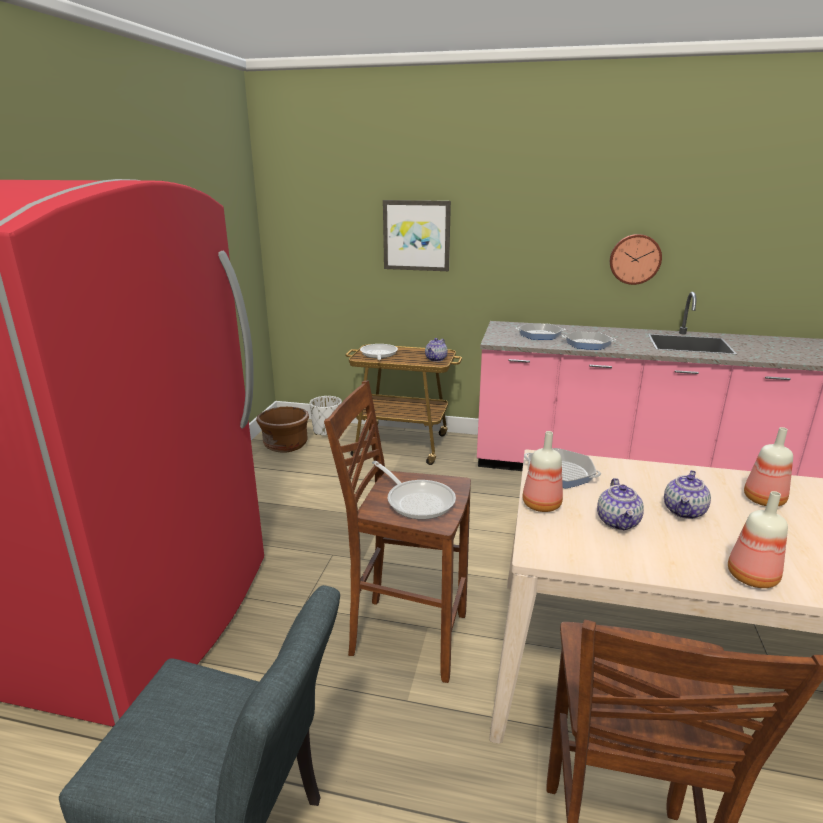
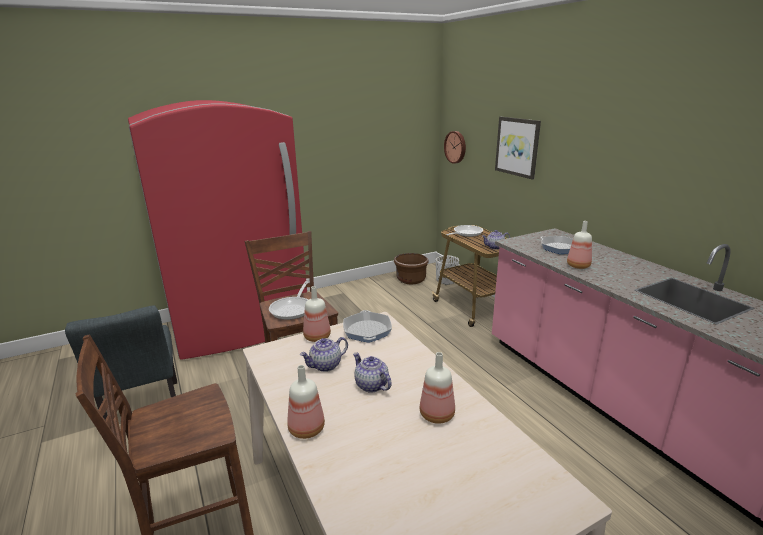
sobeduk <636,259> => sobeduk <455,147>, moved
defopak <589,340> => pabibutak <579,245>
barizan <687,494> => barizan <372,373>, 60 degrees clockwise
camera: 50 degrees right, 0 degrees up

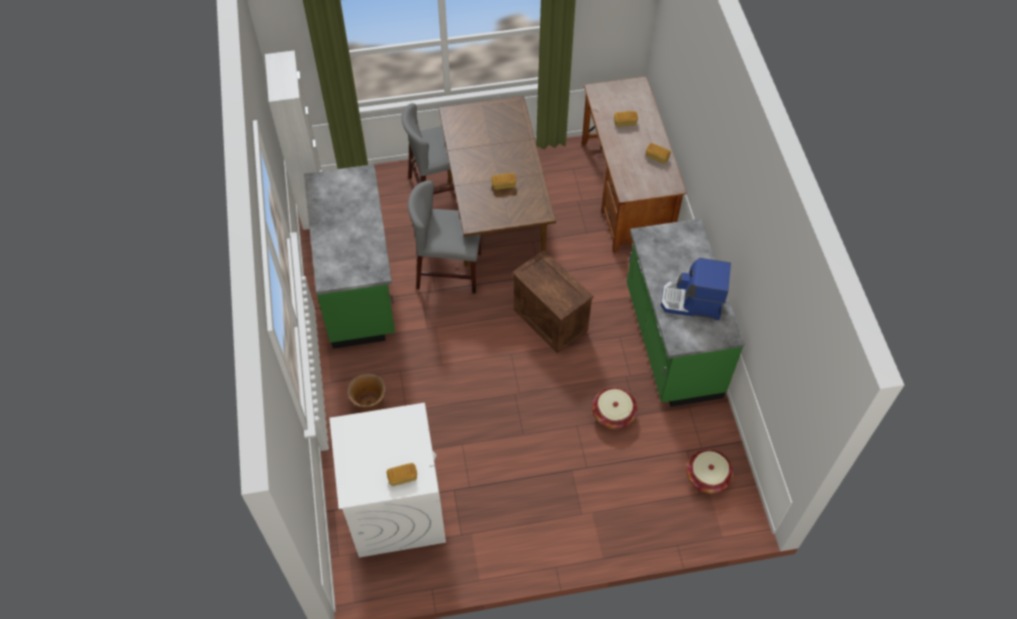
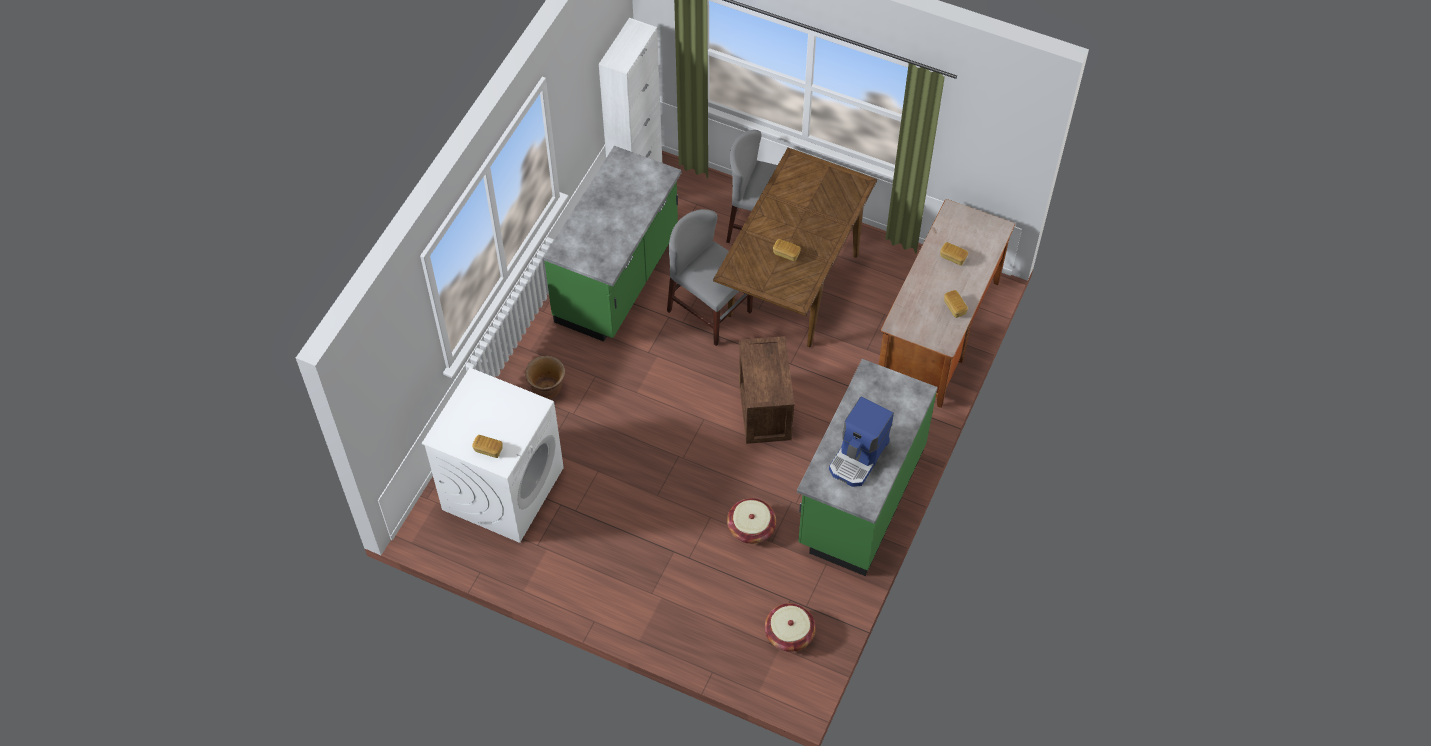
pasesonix <696,289> => pasesonix <861,442>, 105 degrees counterclockwise
camera: 35 degrees right, 0 degrees up

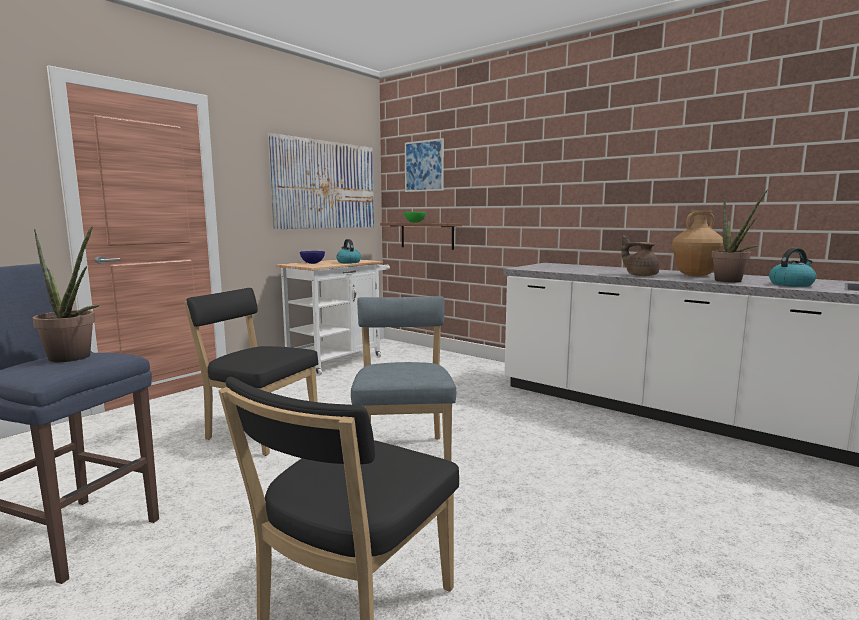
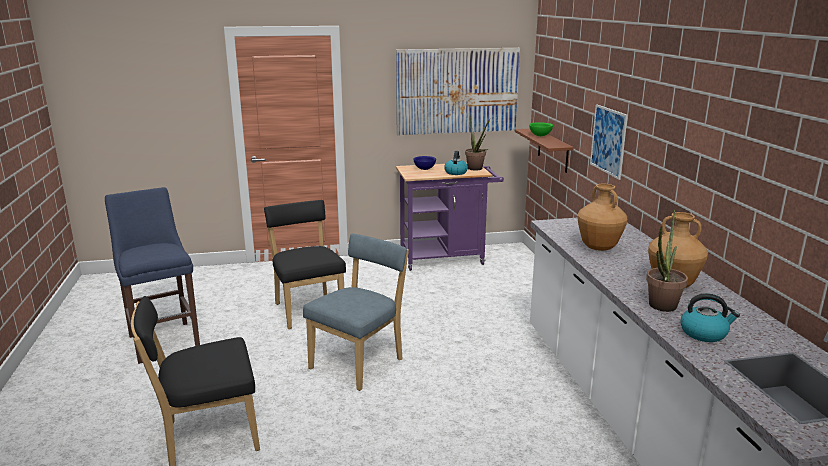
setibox <424,165> => setibox <609,142>, moved
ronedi <67,294> => ronedi <477,143>, moved
brown barizan <640,255> => nothing
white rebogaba <333,317> => purple rebogaba <450,217>
nothing => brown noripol <602,217>
camera: 40 degrees right, 10 degrees up

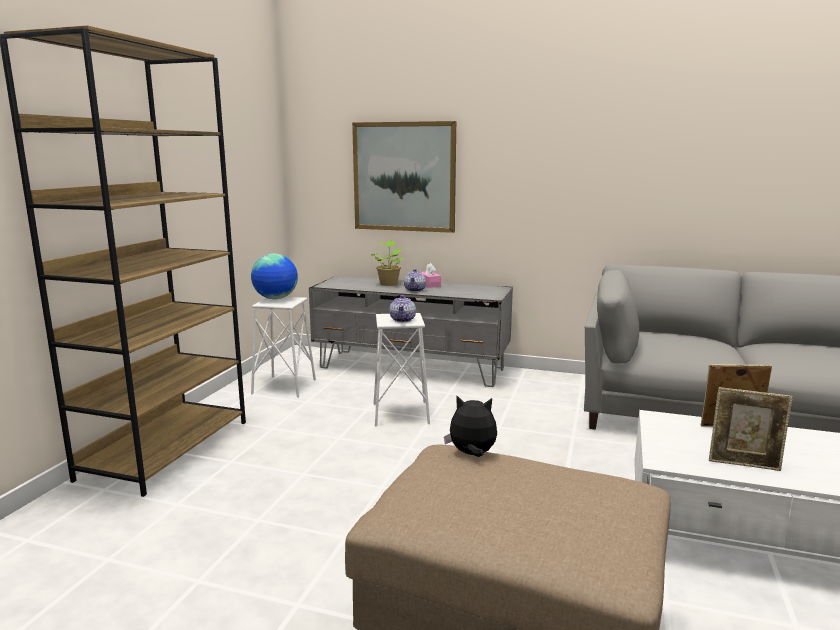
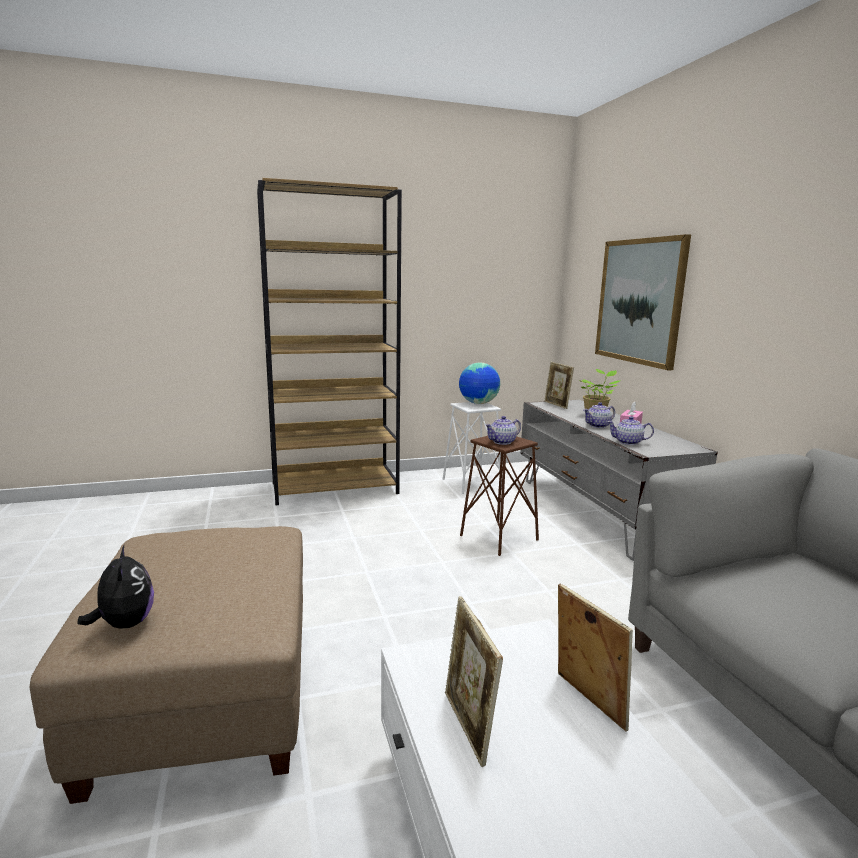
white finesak <402,369> => brown finesak <499,496>
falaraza <470,426> => falaraza <116,587>, moved
nothing => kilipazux <559,385>
nothing => barizan <630,430>
camera: 55 degrees right, 0 degrees up

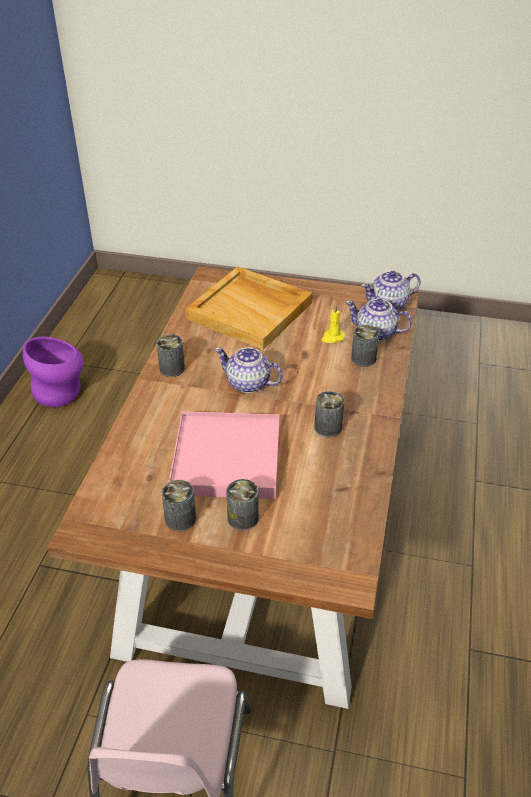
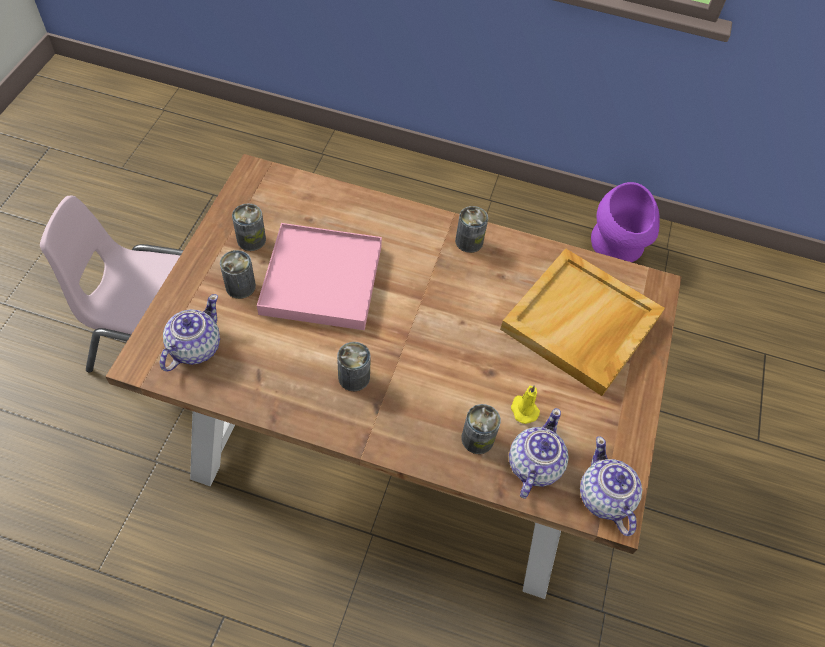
barizan <248,370> => barizan <190,333>, moved
camera: 90 degrees right, 15 degrees up

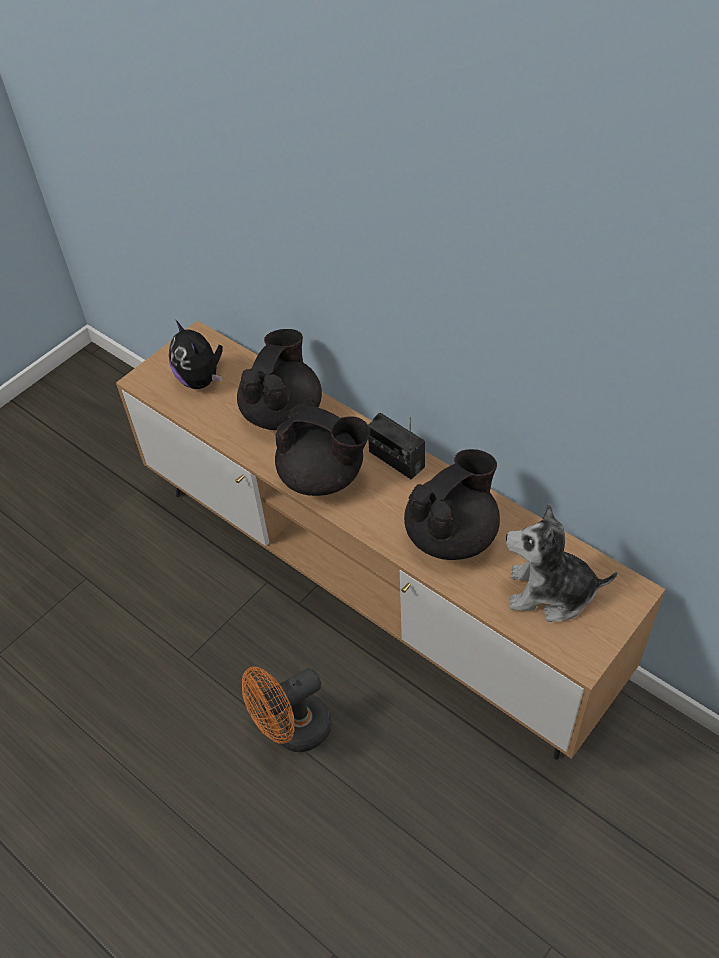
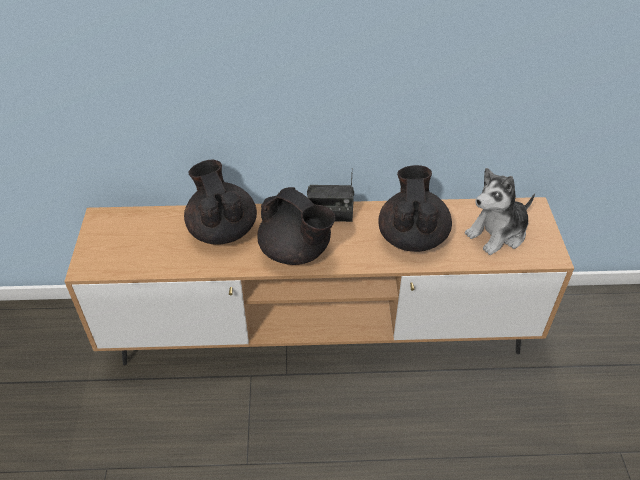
falaraza <196,354> => nothing
black barizan <322,449> => black barizan <296,226>, 60 degrees clockwise
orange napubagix <287,709> => nothing
camera: 45 degrees left, 5 degrees down

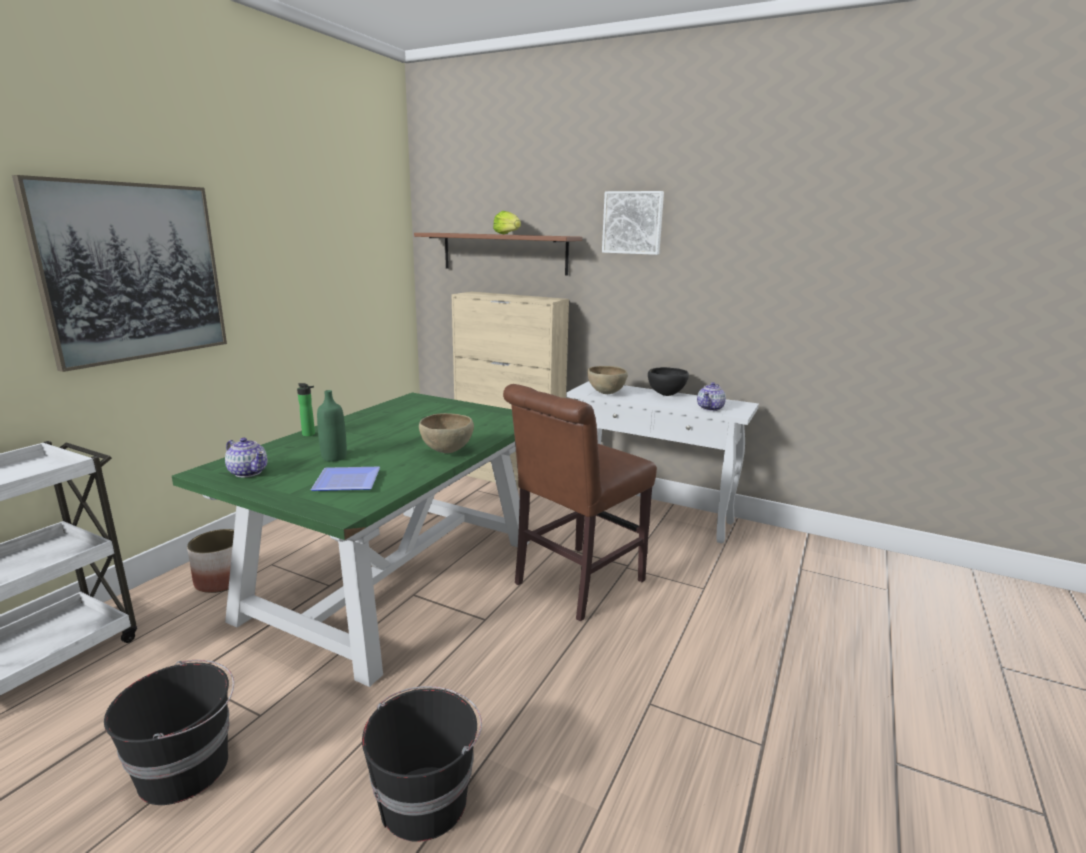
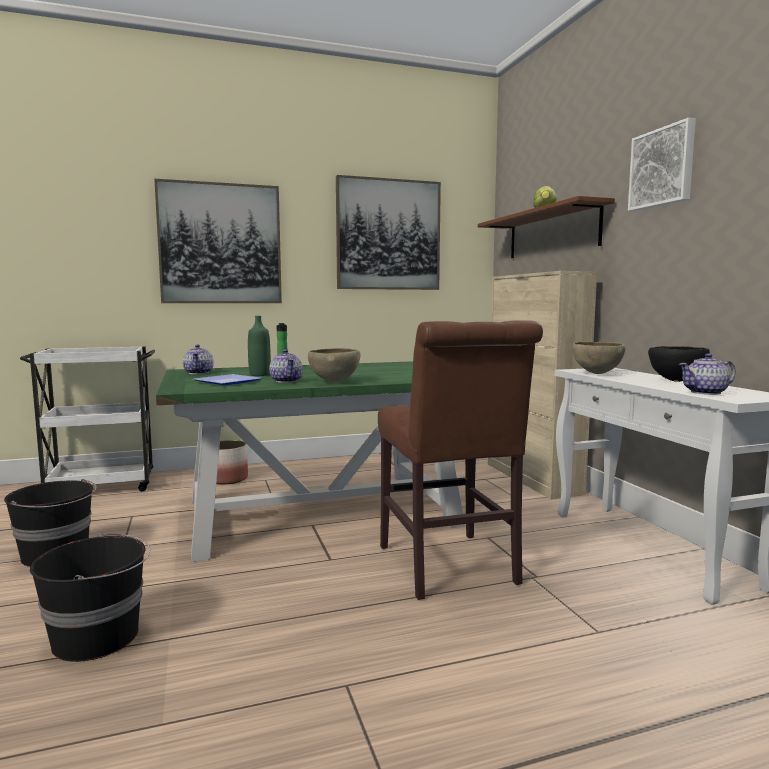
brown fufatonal <580,503> => brown fufatonal <460,460>, 105 degrees counterclockwise
nothing => setibox <388,232>
nothing => barizan <286,366>
camera: 45 degrees right, 10 degrees down

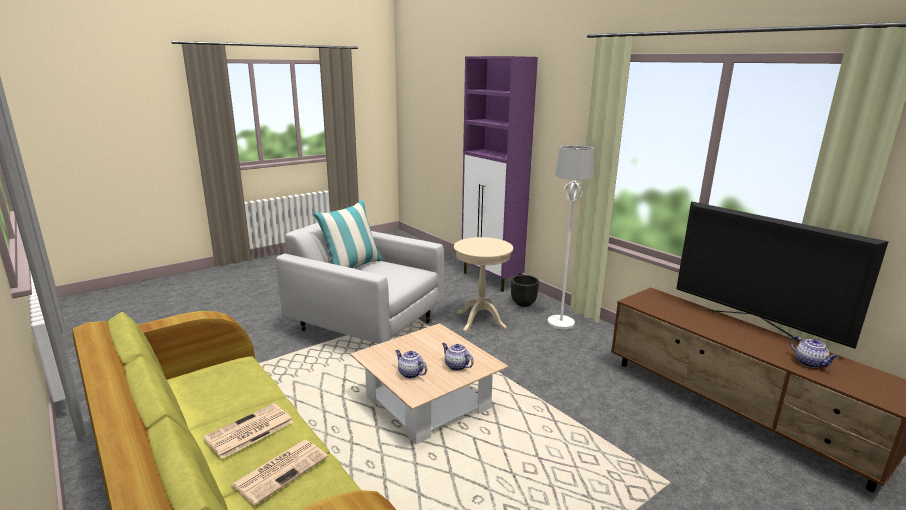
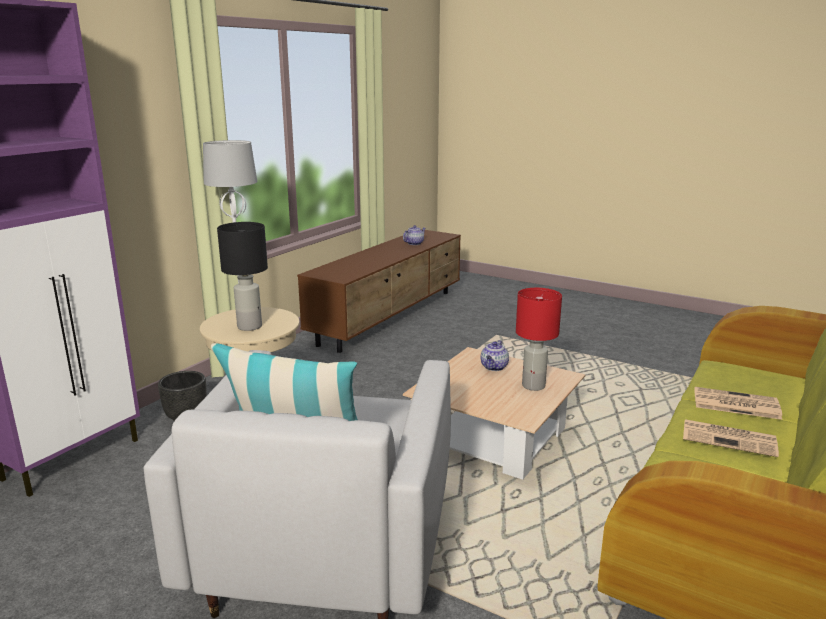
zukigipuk <782,275> => nothing
barizan <411,364> => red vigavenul <539,339>
nothing => black vigavenul <242,276>
camera: 110 degrees left, 0 degrees up

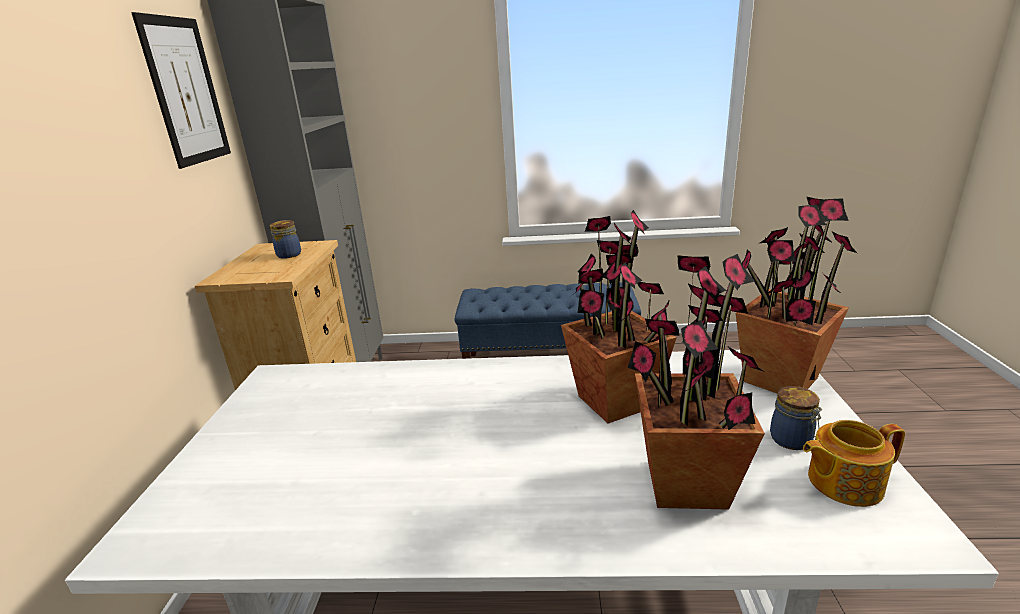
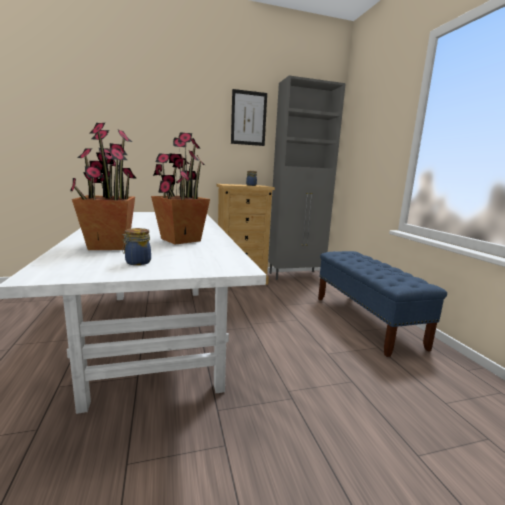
ronedi <796,295> => nothing
barizan <854,463> => nothing
camera: 70 degrees right, 10 degrees down

